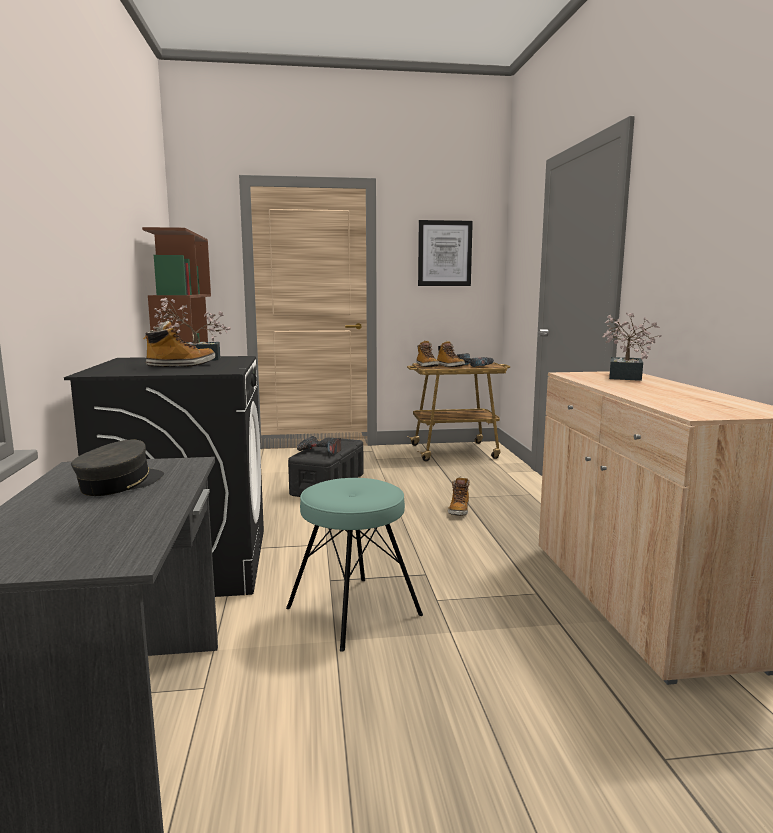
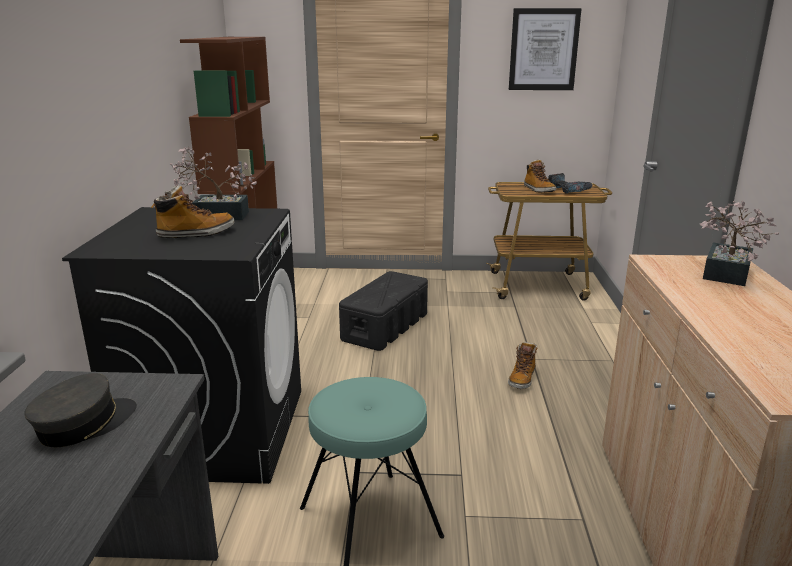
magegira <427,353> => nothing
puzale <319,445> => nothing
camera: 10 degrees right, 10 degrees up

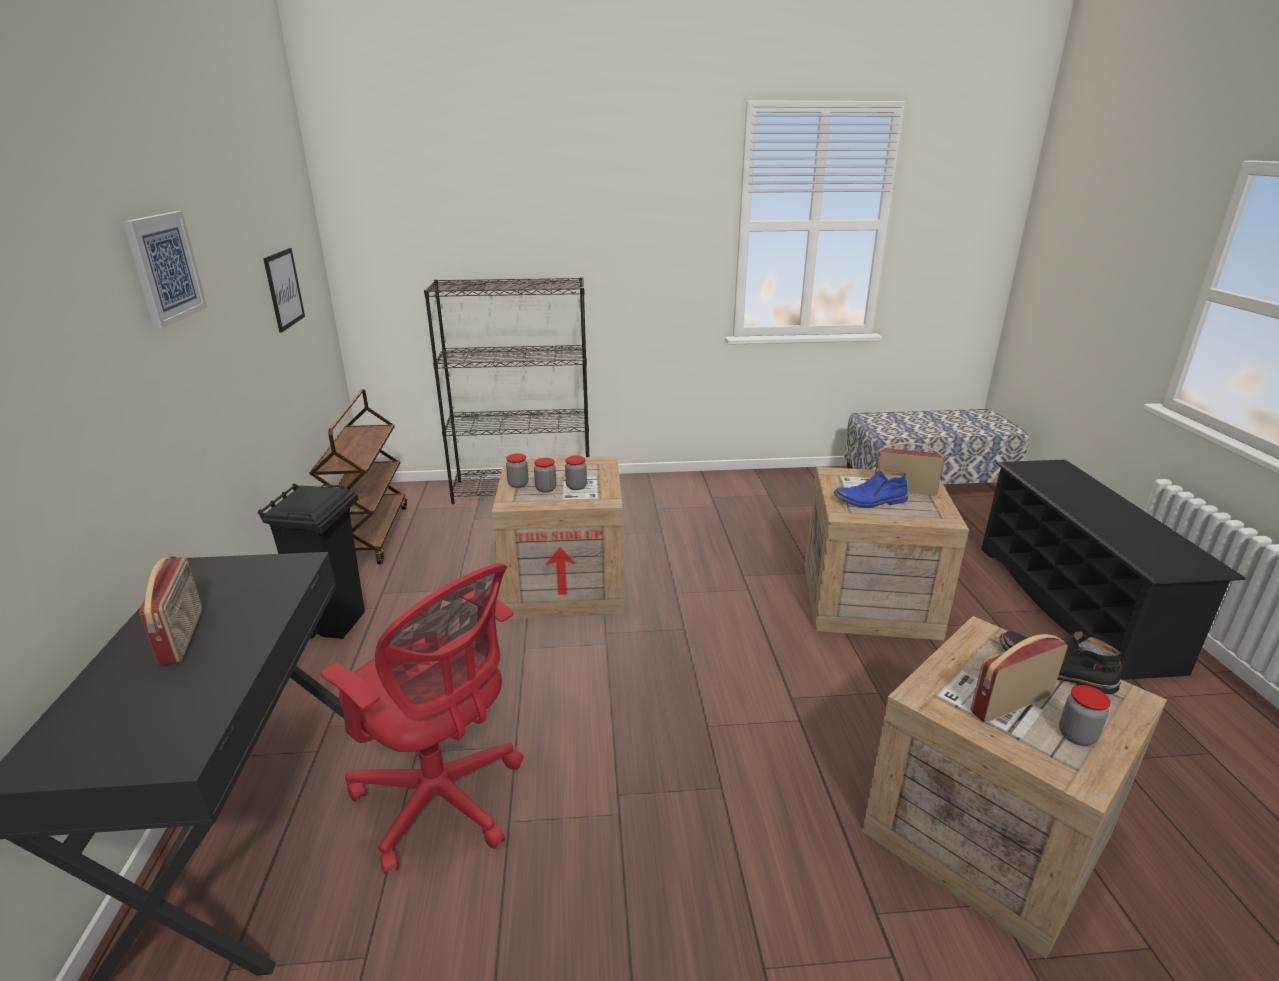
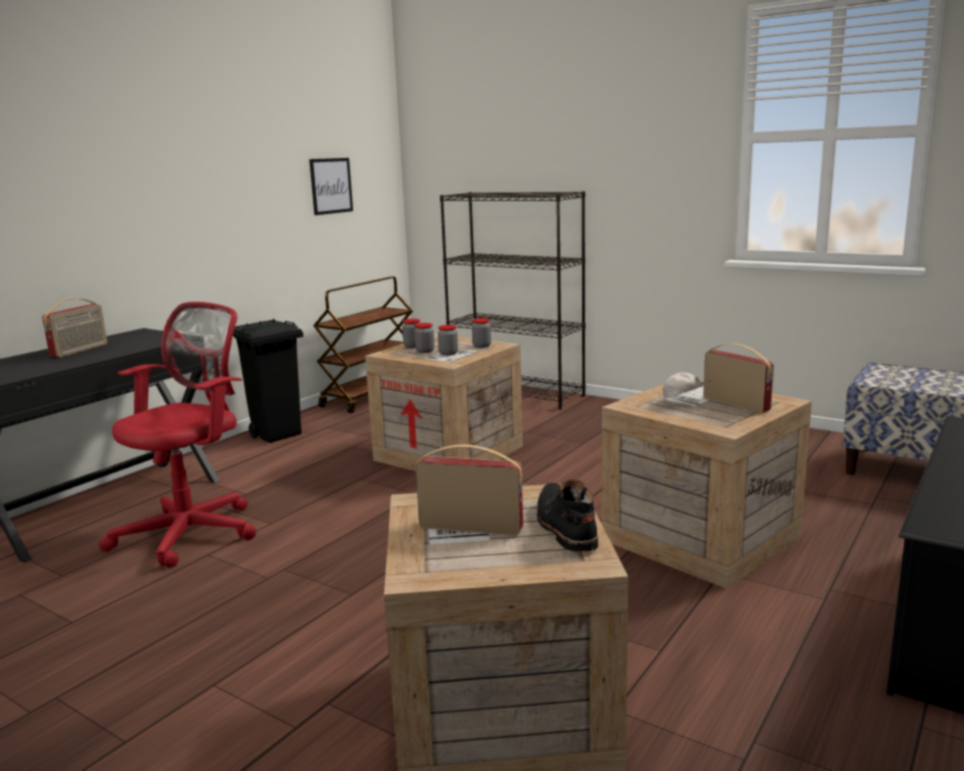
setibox <165,270> => nothing
blue magegira <870,489> => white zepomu <682,388>
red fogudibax <422,719> => red fogudibax <177,435>, 135 degrees counterclockwise
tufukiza <1085,715> => tufukiza <481,333>, moved
camera: 40 degrees right, 10 degrees down

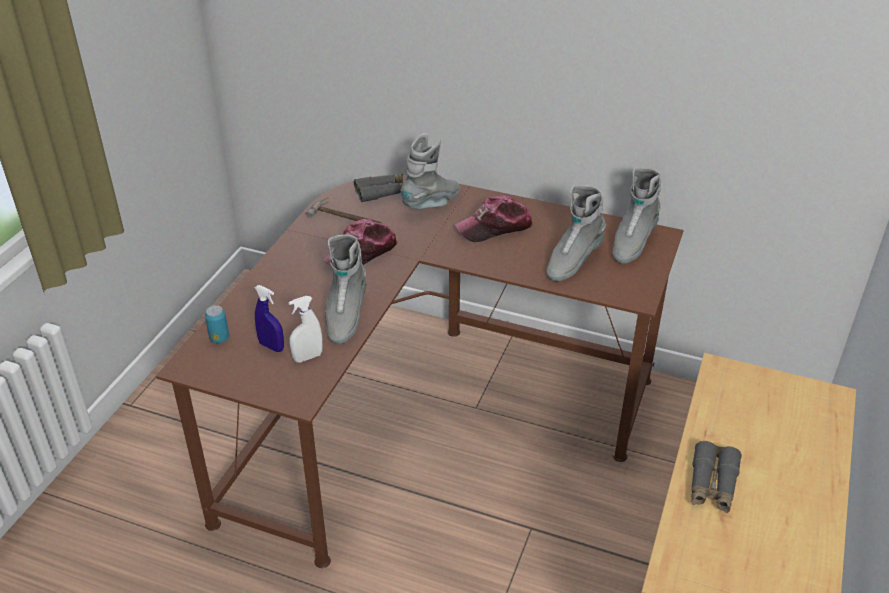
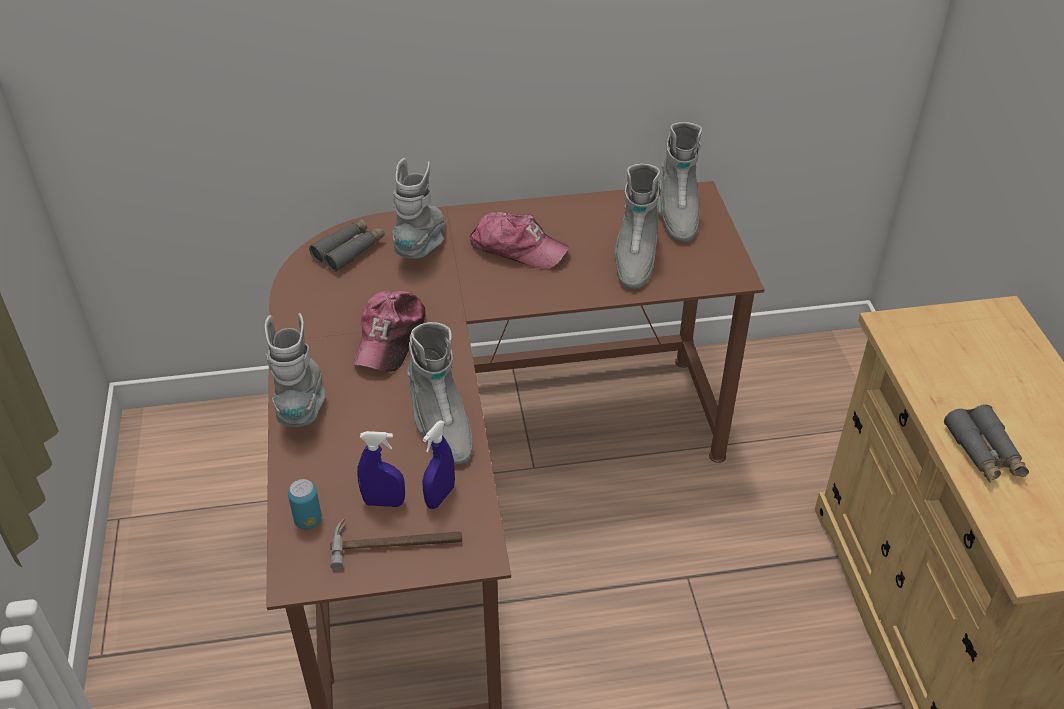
zepomu <494,219> => zepomu <519,241>, 105 degrees counterclockwise
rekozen <344,210> => rekozen <396,544>, moved
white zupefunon <305,329> => blue zupefunon <438,464>
nothing => grey magegira <294,370>
camera: 30 degrees left, 5 degrees up

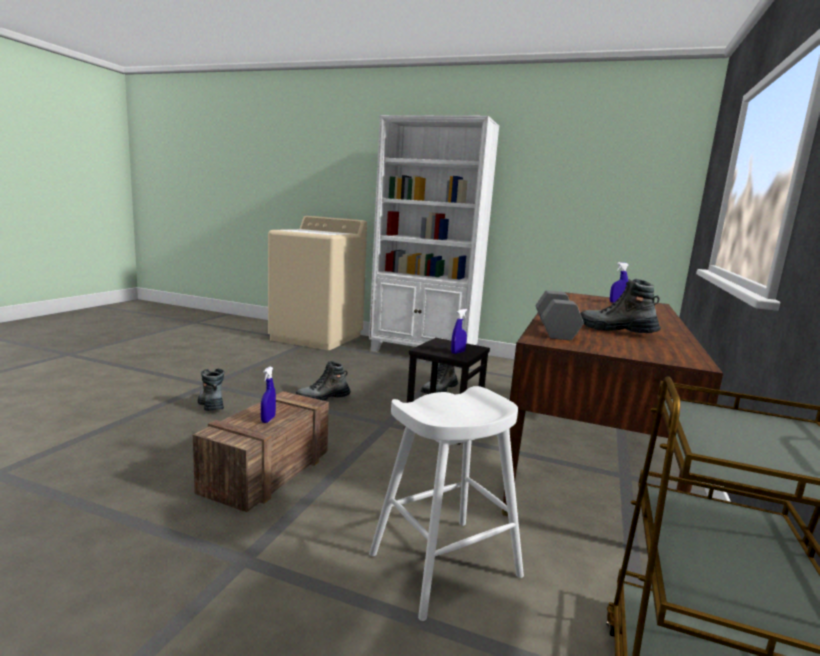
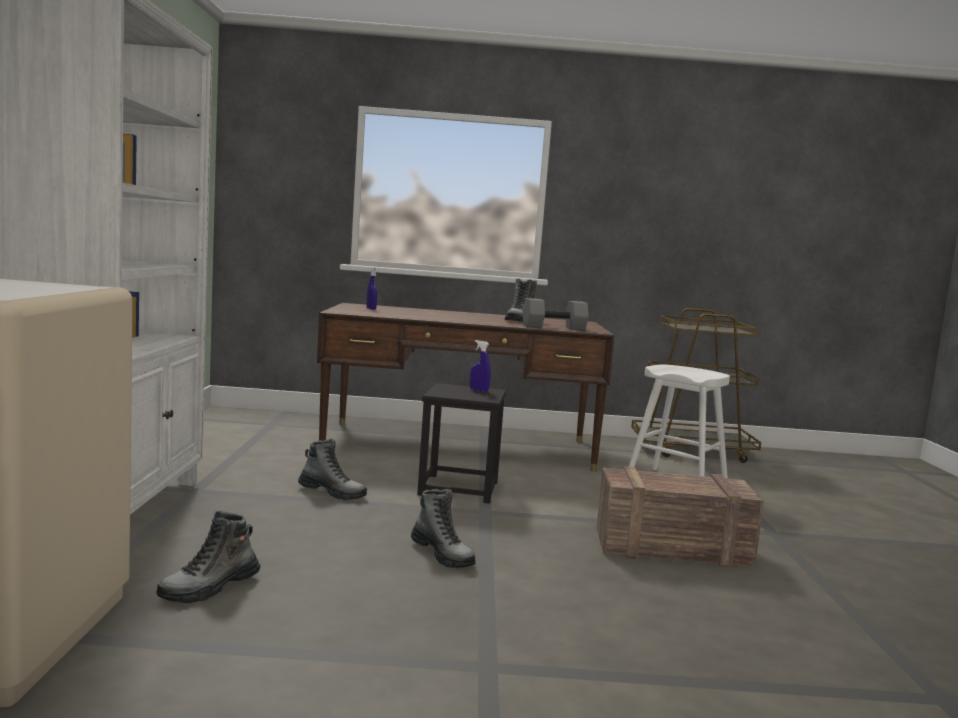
blue zupefunon <268,395> => nothing
magegira <211,390> => magegira <208,557>, moved
camera: 110 degrees left, 5 degrees down

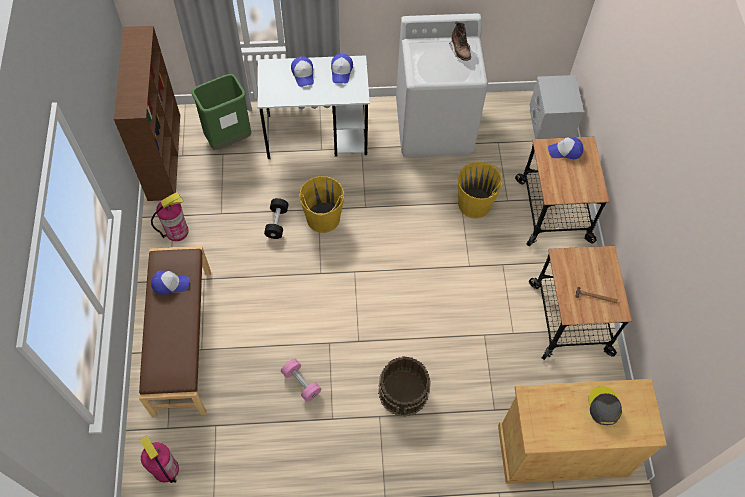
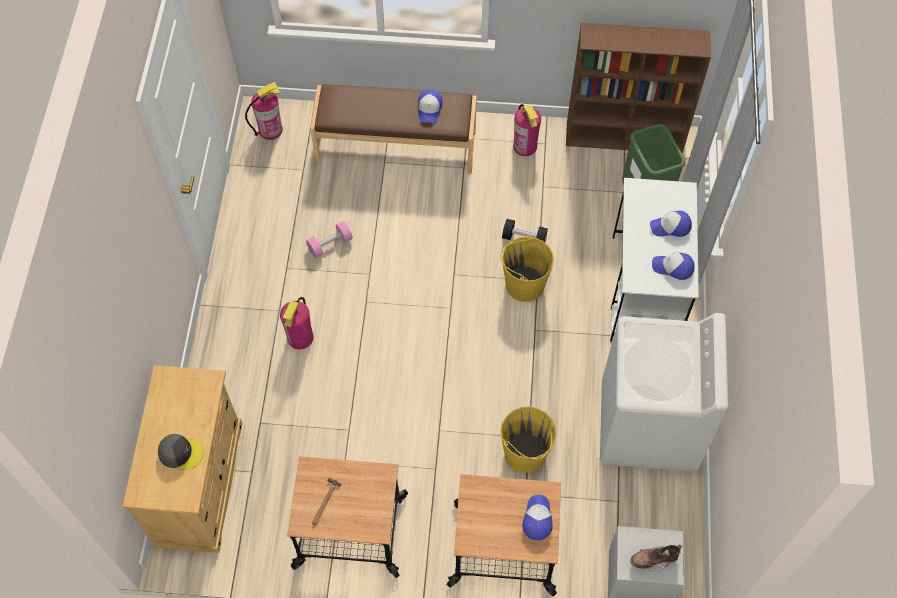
brown magegira <460,41> => brown magegira <656,558>, moved
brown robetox <404,386> => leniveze <297,323>
camera: 100 degrees right, 0 degrees up

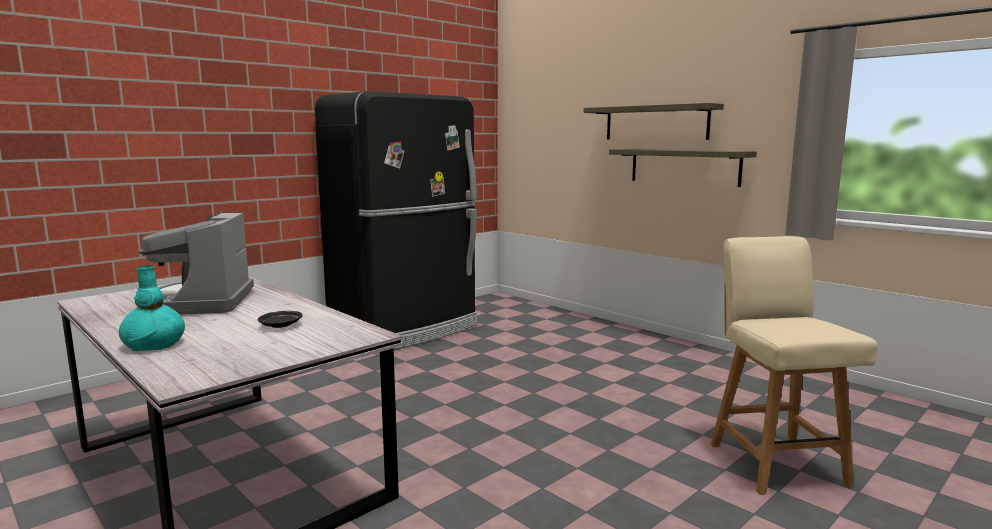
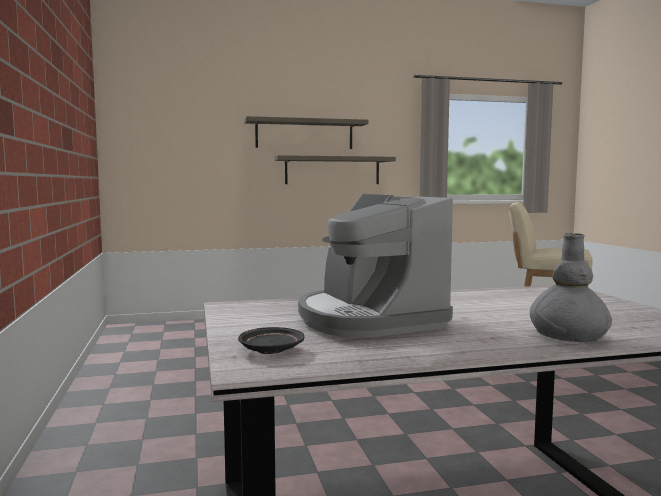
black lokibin <396,220> => nothing
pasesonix <196,263> => pasesonix <375,265>, 45 degrees clockwise
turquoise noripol <152,308> => grey noripol <571,288>
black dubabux <280,319> => black dubabux <271,340>, moved
camera: 60 degrees left, 5 degrees down

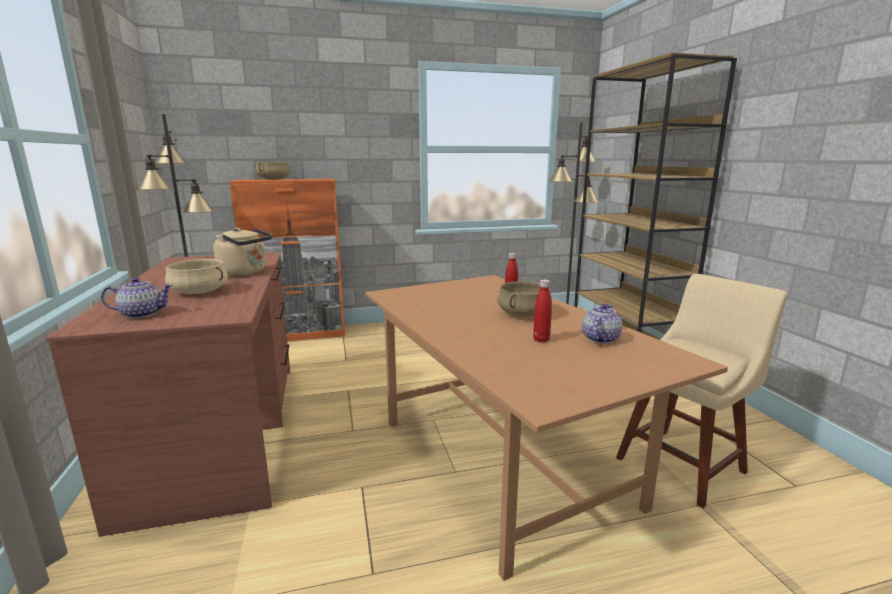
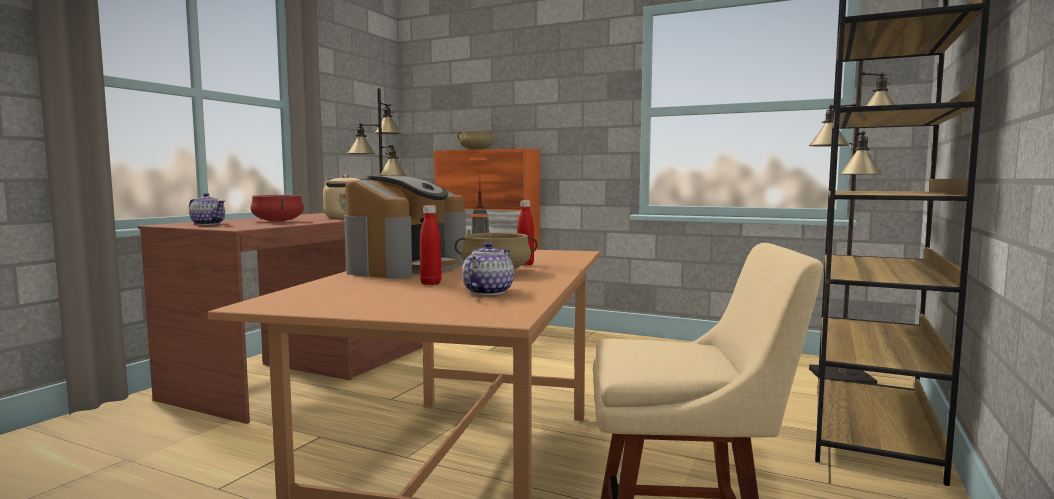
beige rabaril <196,276> => red rabaril <277,208>
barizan <602,324> => barizan <488,268>, 45 degrees counterclockwise
nothing => pasesonix <405,227>
camera: 40 degrees right, 10 degrees down

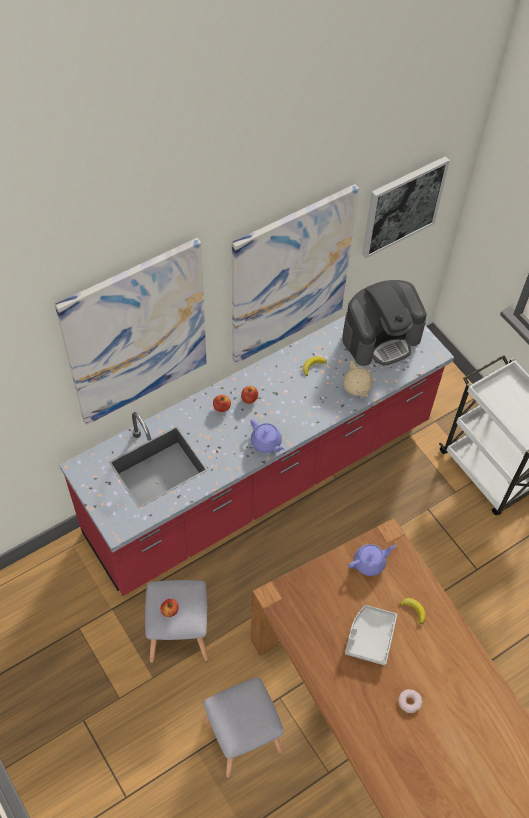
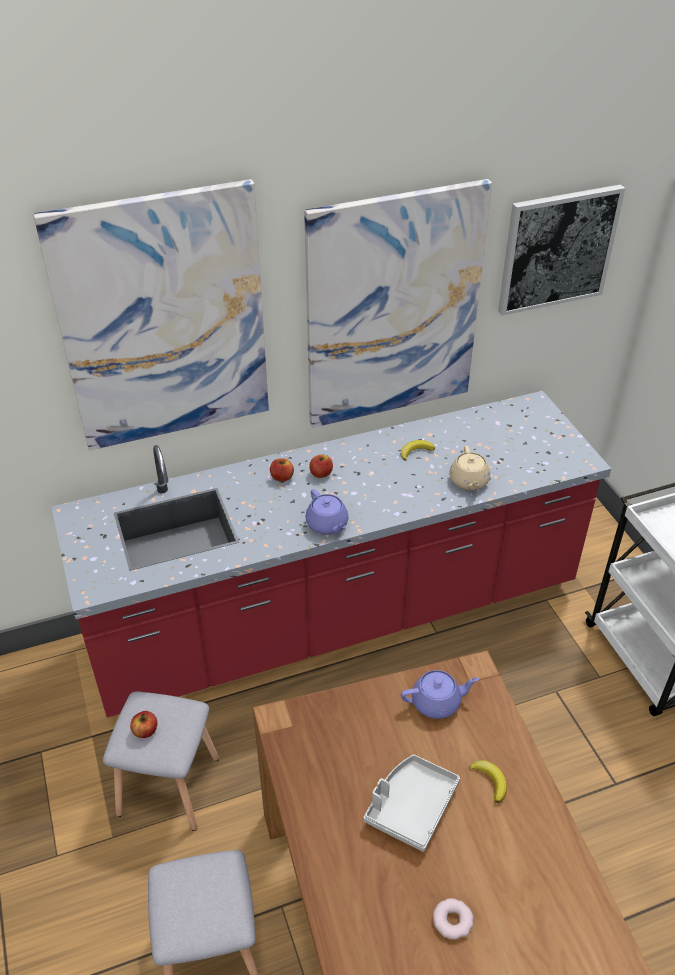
pasesonix <384,323> => nothing
camera: 15 degrees right, 15 degrees down

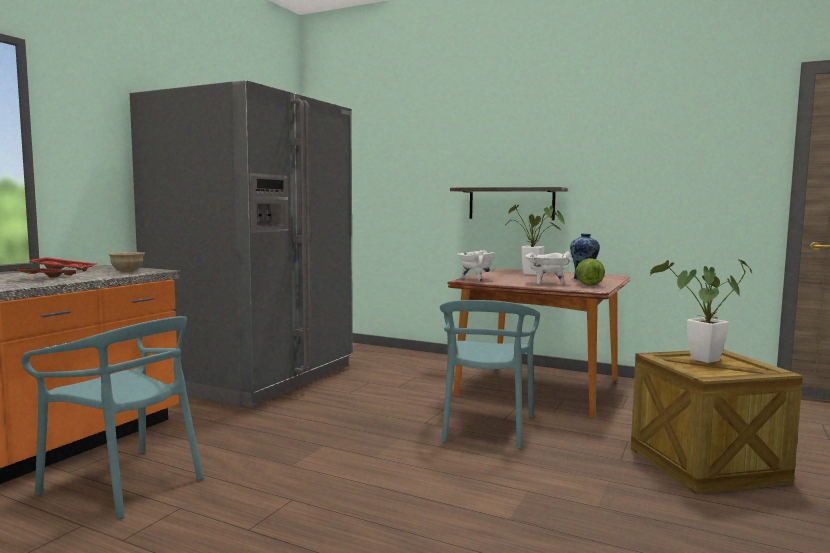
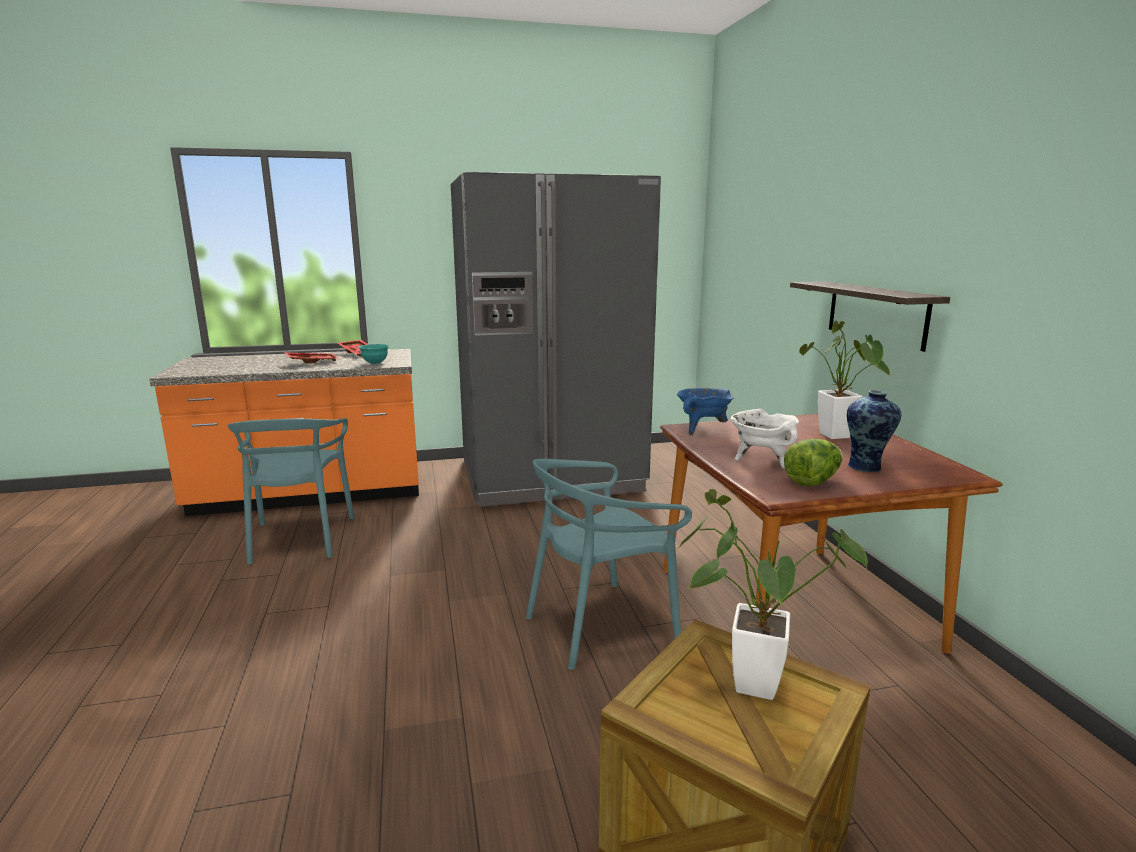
white rabaril <476,266> => blue rabaril <705,411>
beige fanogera <126,262> => turquoise fanogera <373,354>
camera: 50 degrees right, 10 degrees up

